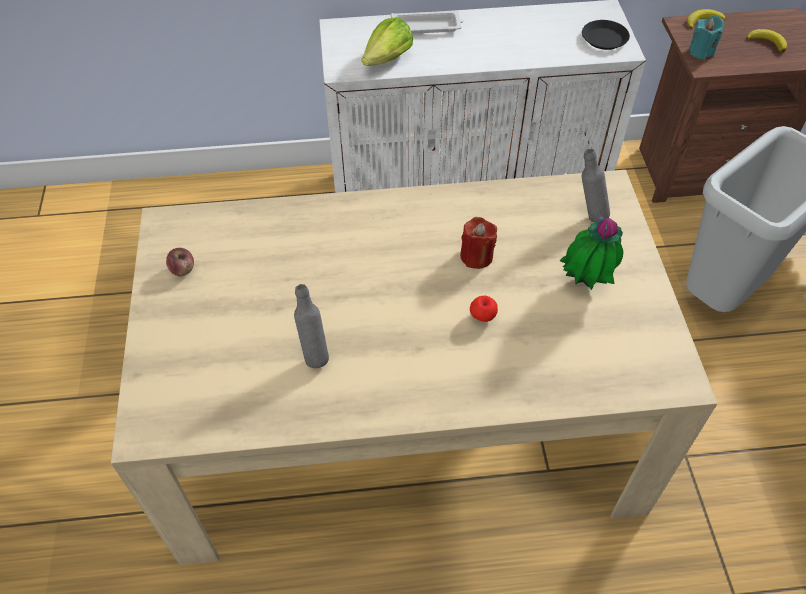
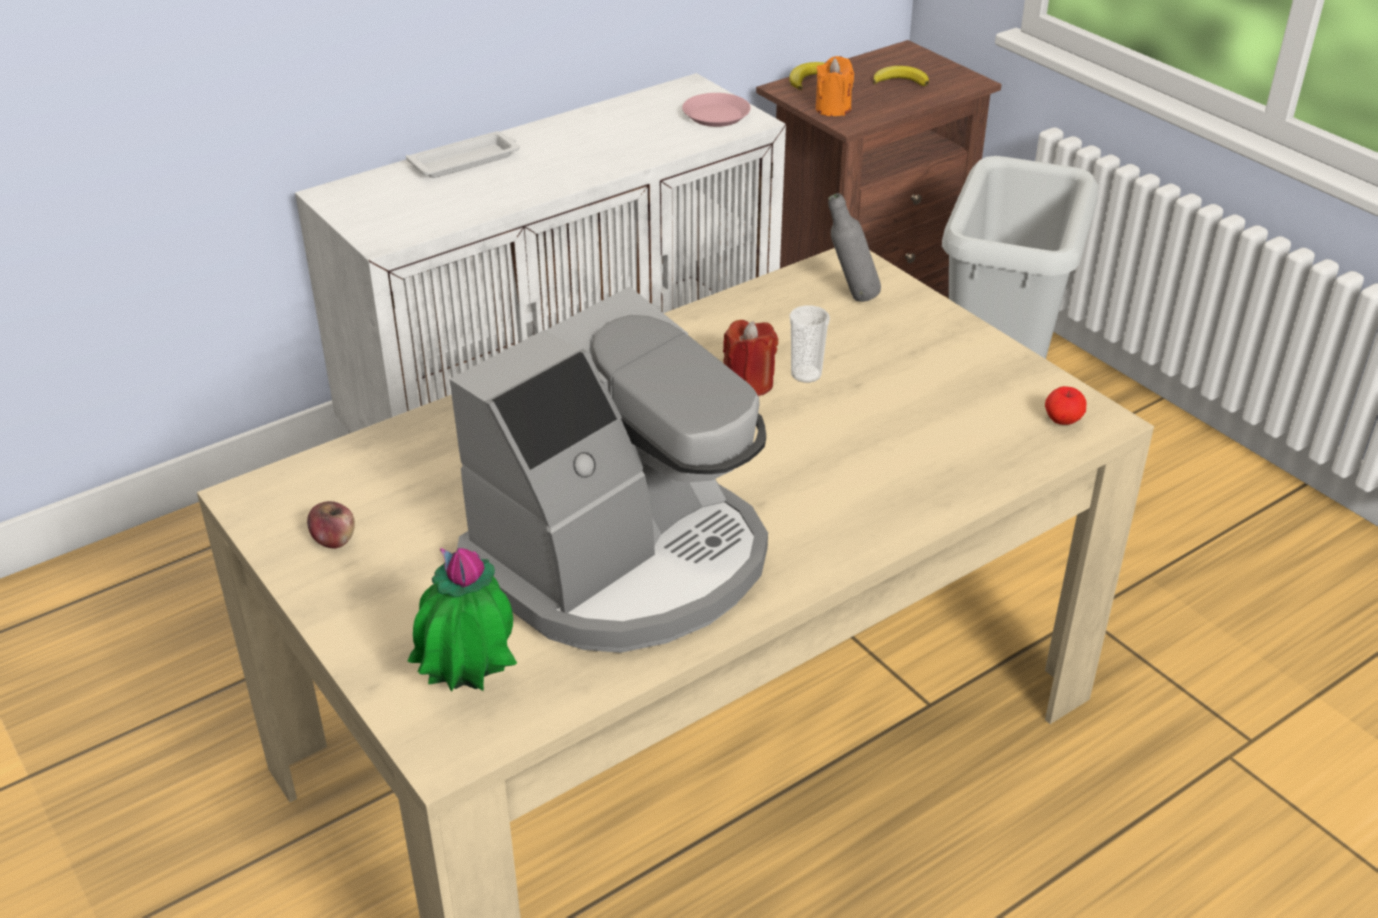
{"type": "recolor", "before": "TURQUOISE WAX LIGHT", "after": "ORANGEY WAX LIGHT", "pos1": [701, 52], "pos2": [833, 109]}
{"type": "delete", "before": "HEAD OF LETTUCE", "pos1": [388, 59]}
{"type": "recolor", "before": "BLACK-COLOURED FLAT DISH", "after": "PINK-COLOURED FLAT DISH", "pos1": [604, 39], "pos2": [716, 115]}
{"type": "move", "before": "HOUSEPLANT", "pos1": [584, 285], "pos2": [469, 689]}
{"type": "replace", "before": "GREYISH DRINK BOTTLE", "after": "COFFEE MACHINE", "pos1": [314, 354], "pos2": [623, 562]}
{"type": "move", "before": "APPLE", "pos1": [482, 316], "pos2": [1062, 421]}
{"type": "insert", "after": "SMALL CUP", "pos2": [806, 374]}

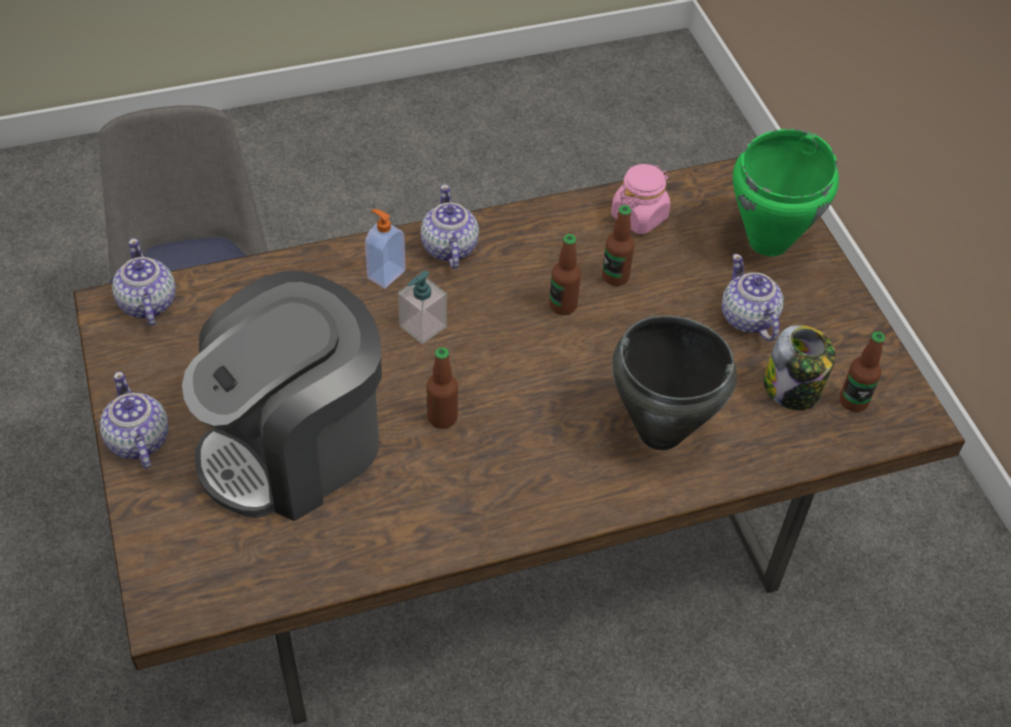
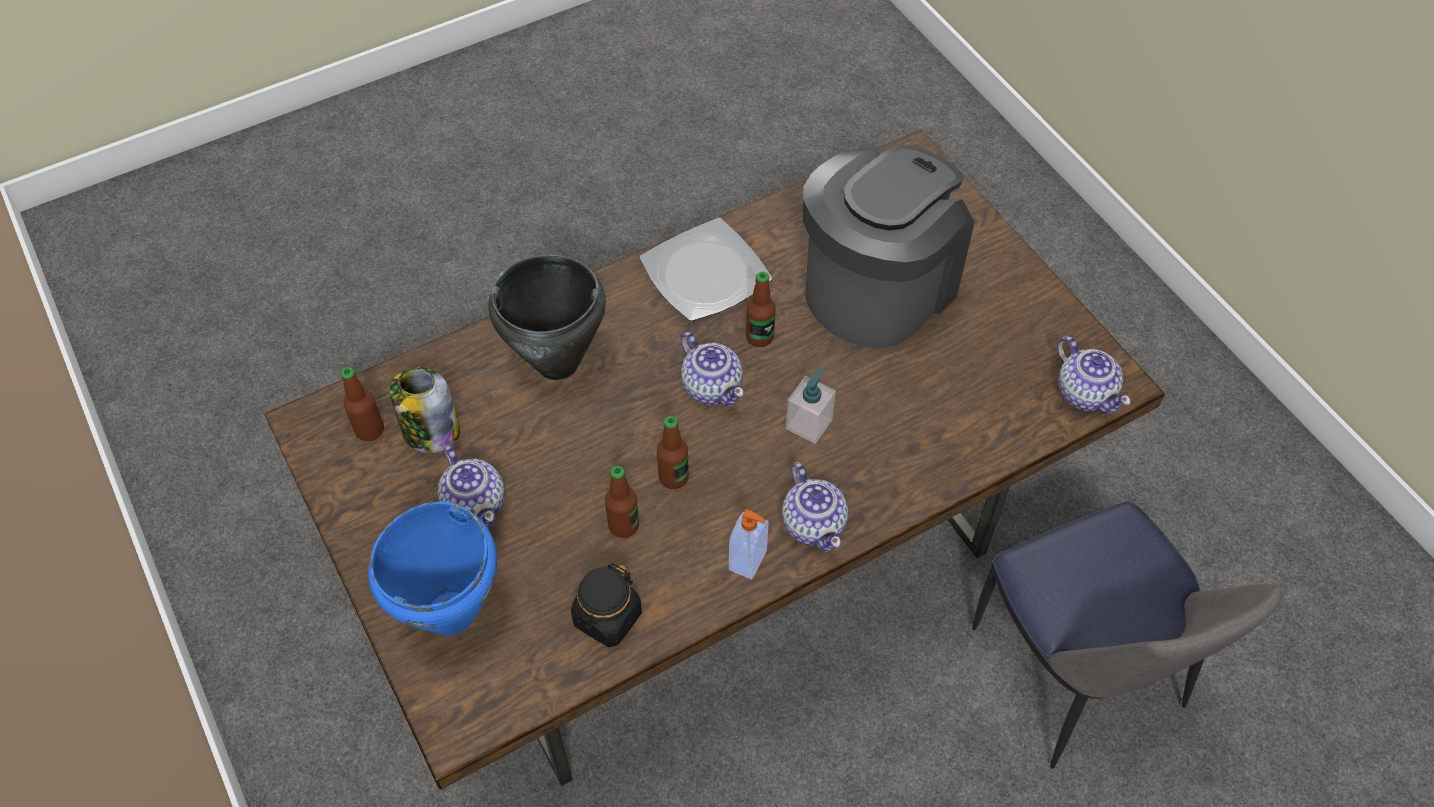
{"type": "recolor", "before": "GREEN COOKING POT", "after": "BLUE-COLOURED COOKING POT", "pos1": [769, 242], "pos2": [449, 614]}
{"type": "recolor", "before": "PINK-COLOURED PRESERVE JAR", "after": "BLACK-COLOURED PRESERVE JAR", "pos1": [639, 216], "pos2": [607, 618]}
{"type": "move", "before": "SOAP DISPENSER", "pos1": [385, 274], "pos2": [749, 561]}
{"type": "move", "before": "TEA POT", "pos1": [138, 441], "pos2": [712, 386]}
{"type": "insert", "after": "FLAT DISH", "pos2": [704, 273]}

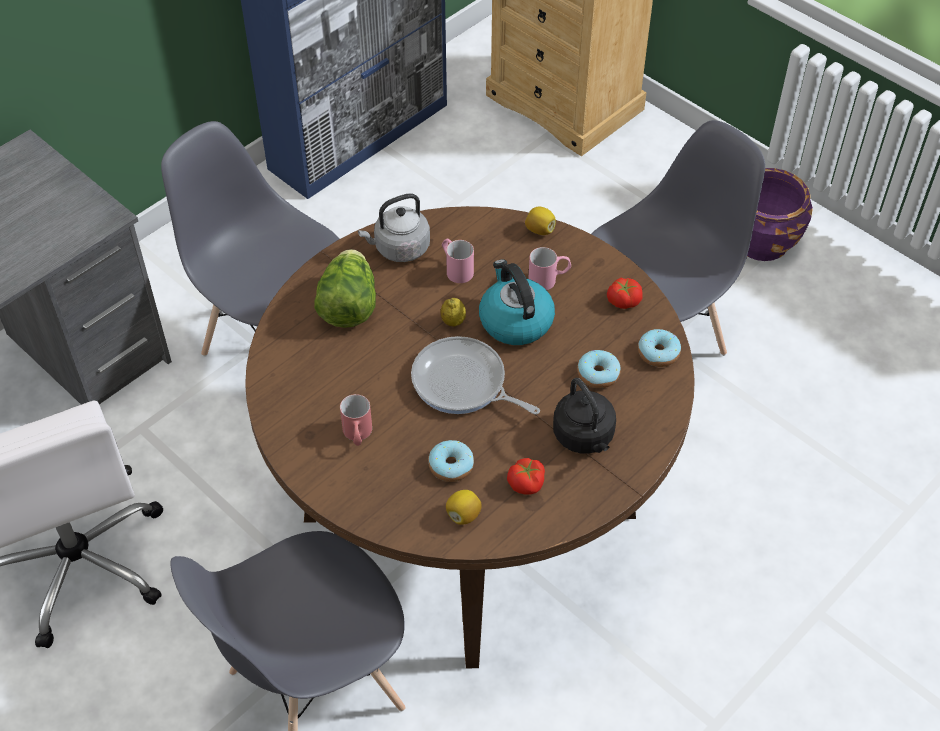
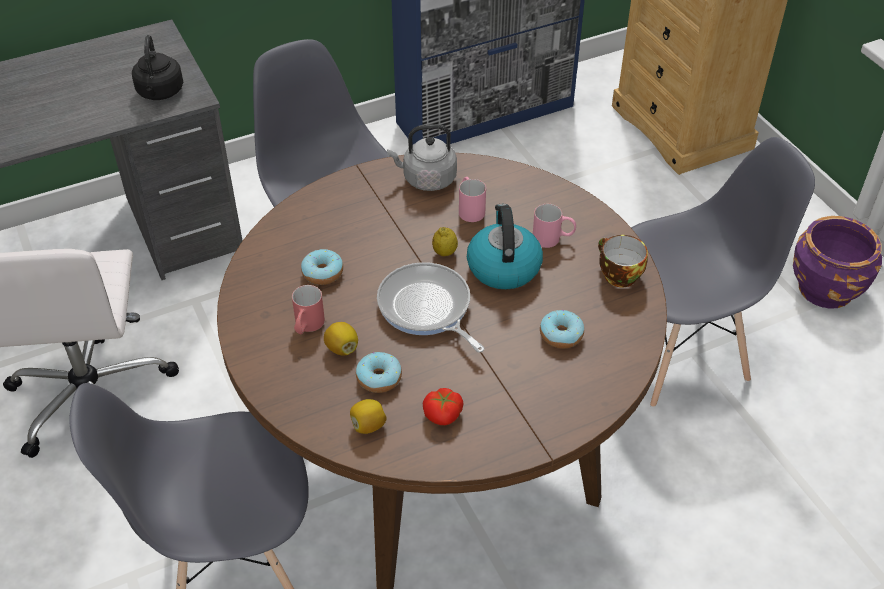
{"type": "move", "before": "WHOLE LEMON", "pos1": [539, 230], "pos2": [342, 348]}
{"type": "delete", "before": "HEAD OF LETTUCE", "pos1": [348, 306]}
{"type": "replace", "before": "TOMATO", "after": "SMALL CUP", "pos1": [623, 300], "pos2": [617, 275]}
{"type": "move", "before": "RING DOUGHNUT", "pos1": [658, 353], "pos2": [322, 273]}
{"type": "move", "before": "BLACK-COLOURED TEA KETTLE", "pos1": [585, 437], "pos2": [160, 93]}

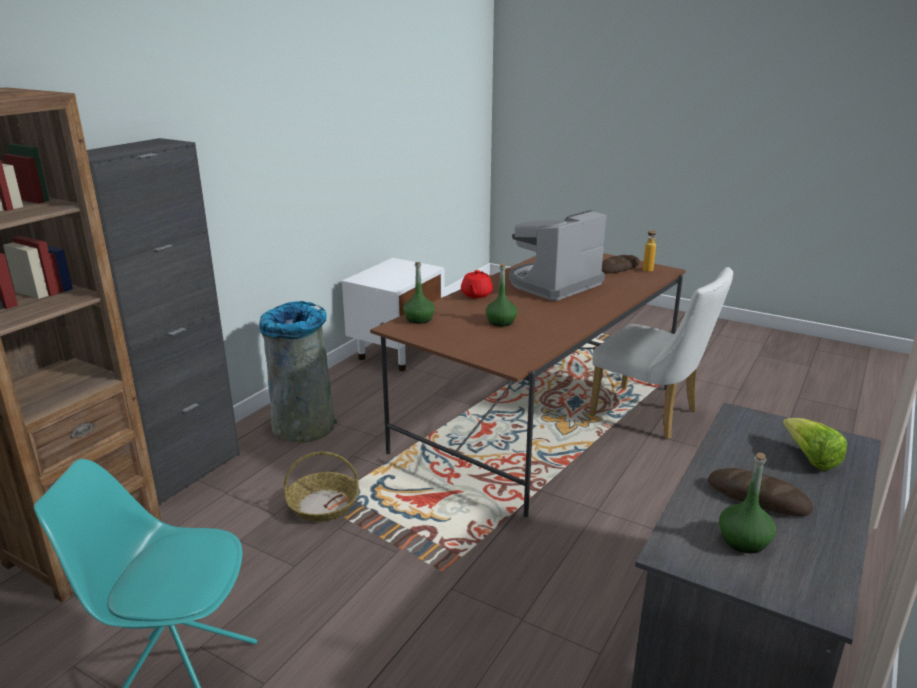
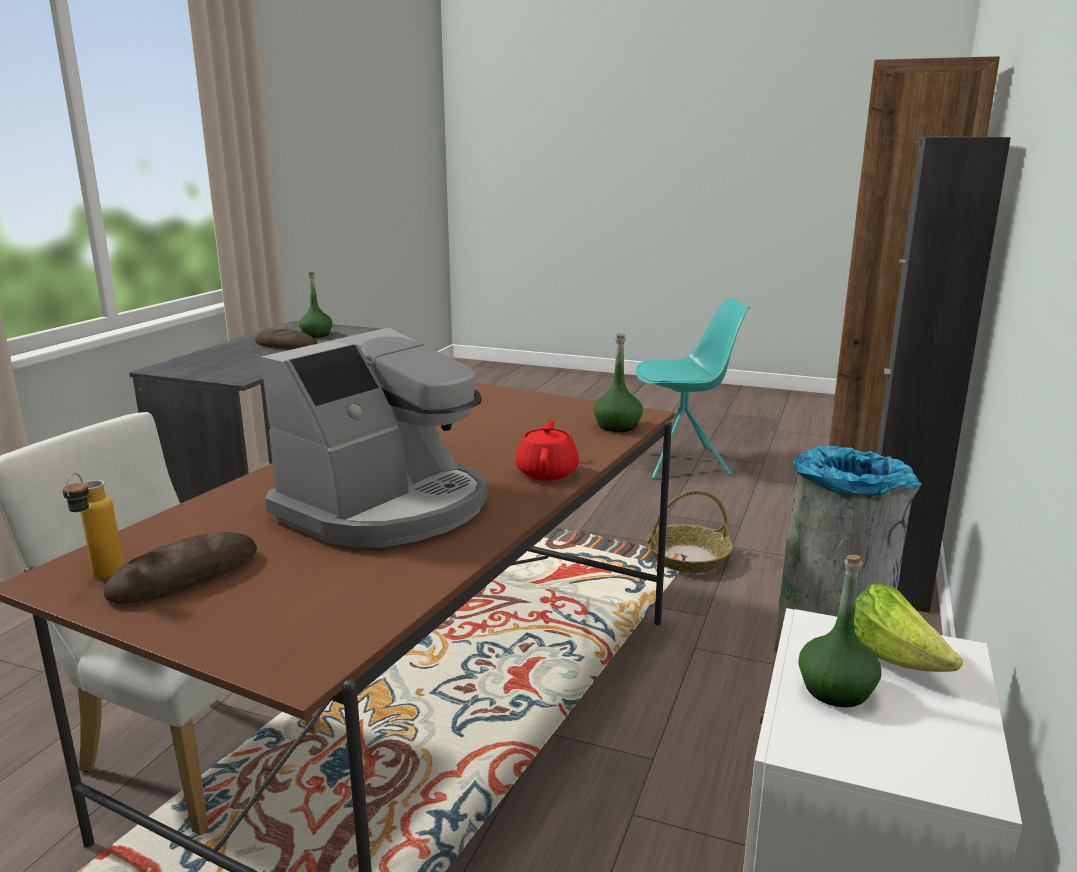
{"type": "move", "before": "GREEN DRINK BOTTLE", "pos1": [501, 322], "pos2": [835, 690]}
{"type": "move", "before": "HEAD OF LETTUCE", "pos1": [810, 459], "pos2": [893, 660]}

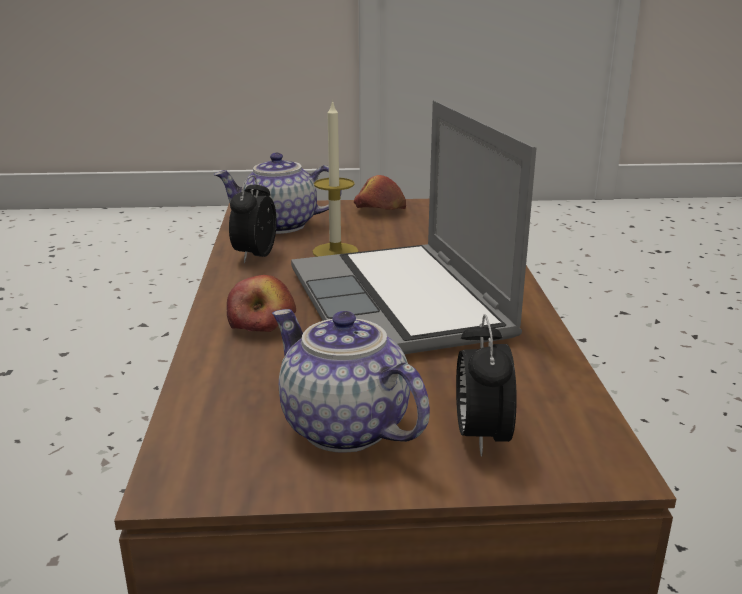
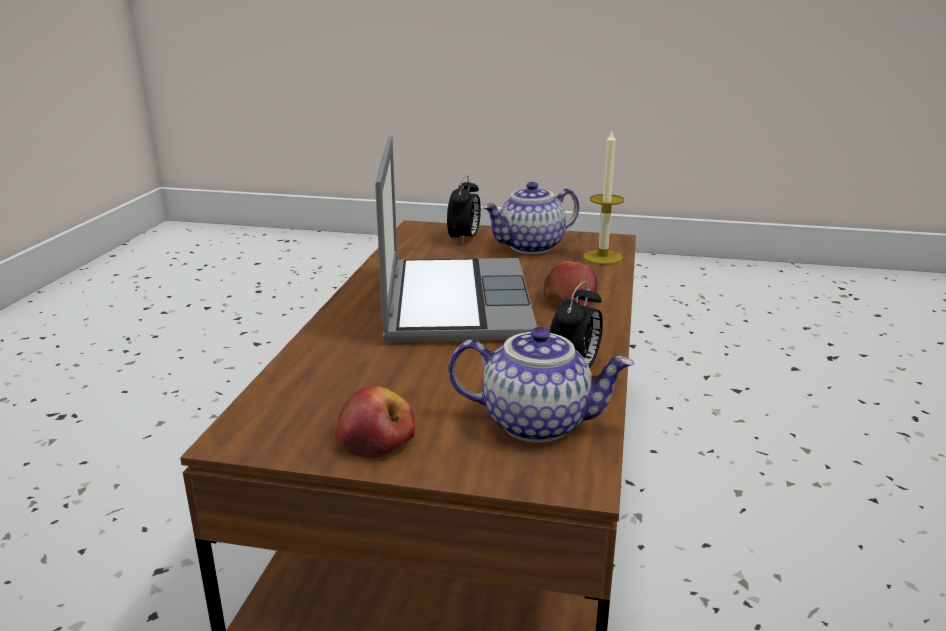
{"type": "move", "before": "WAX LIGHT", "pos1": [335, 251], "pos2": [602, 257]}
{"type": "rotate", "before": "TEA POT", "pos1": [341, 428], "pos2": [531, 247], "turn": 90}

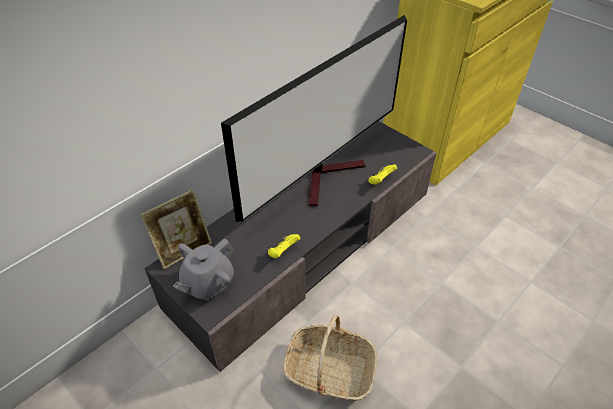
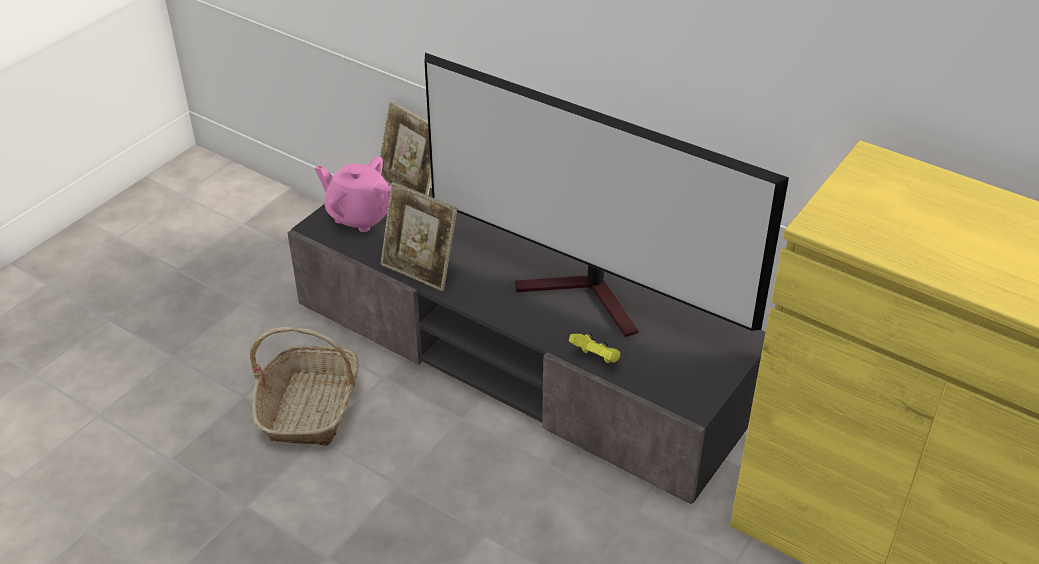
{"type": "replace", "before": "YELLOWISH JOYPAD", "after": "PHOTO FRAME", "pos1": [283, 252], "pos2": [420, 270]}
{"type": "recolor", "before": "GREYISH TEA POT", "after": "PINK-COLOURED TEA POT", "pos1": [208, 283], "pos2": [360, 216]}

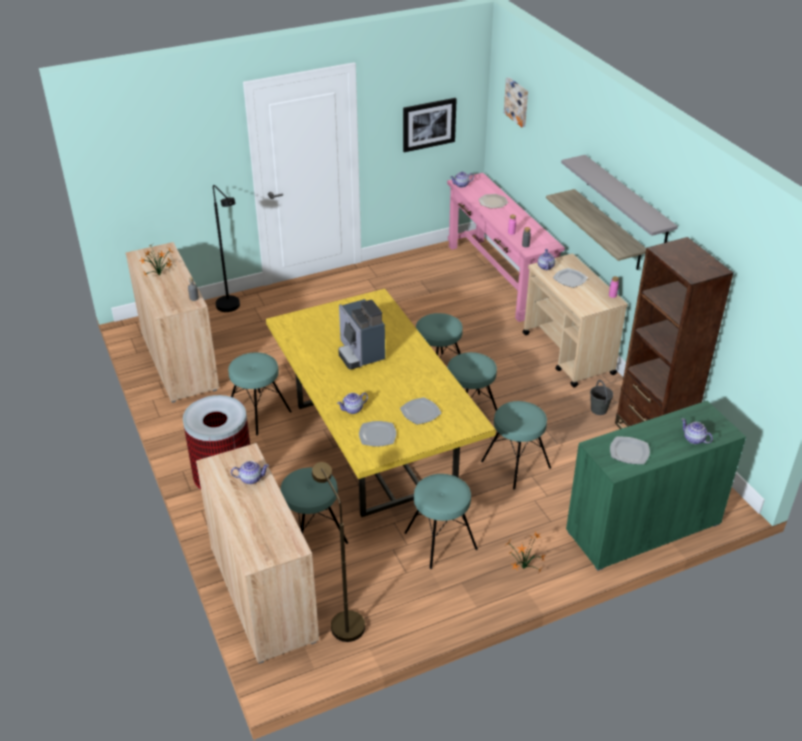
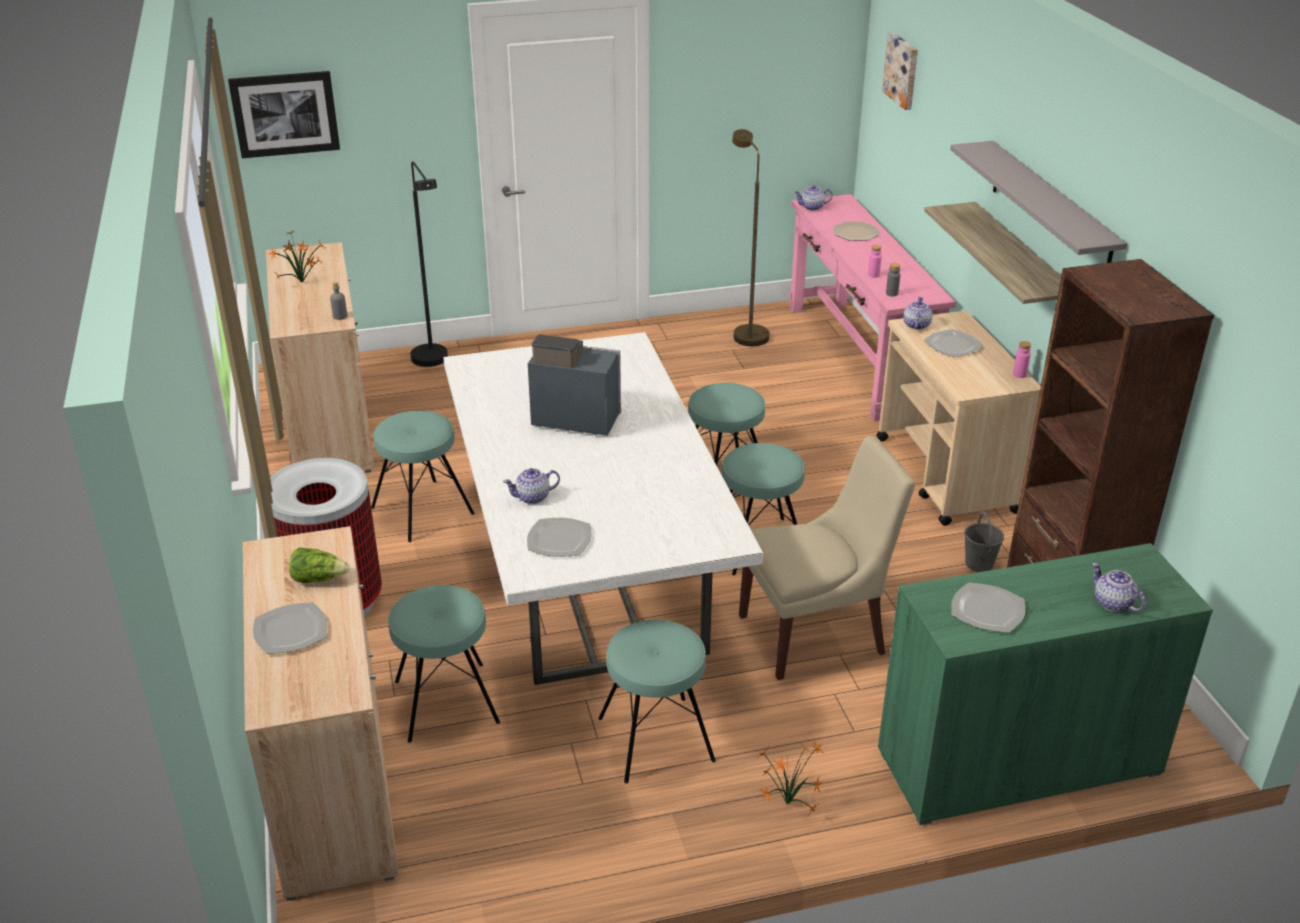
{"type": "move", "before": "WALL PICTURE", "pos1": [428, 124], "pos2": [285, 114]}
{"type": "recolor", "before": "YELLOWISH KITCHEN TABLE", "after": "WHITE-COLOURED KITCHEN TABLE", "pos1": [375, 446], "pos2": [590, 578]}
{"type": "rotate", "before": "COFFEE MACHINE", "pos1": [360, 353], "pos2": [574, 417], "turn": 120}
{"type": "move", "before": "FLAT DISH", "pos1": [420, 412], "pos2": [291, 630]}
{"type": "replace", "before": "TURQUOISE STOOL SEAT", "after": "BEIGE CHAIR", "pos1": [515, 464], "pos2": [816, 633]}
{"type": "replace", "before": "TEA POT", "after": "HEAD OF LETTUCE", "pos1": [250, 478], "pos2": [319, 578]}
{"type": "move", "before": "BROWNISH FLOOR LAMP", "pos1": [343, 620], "pos2": [746, 333]}

